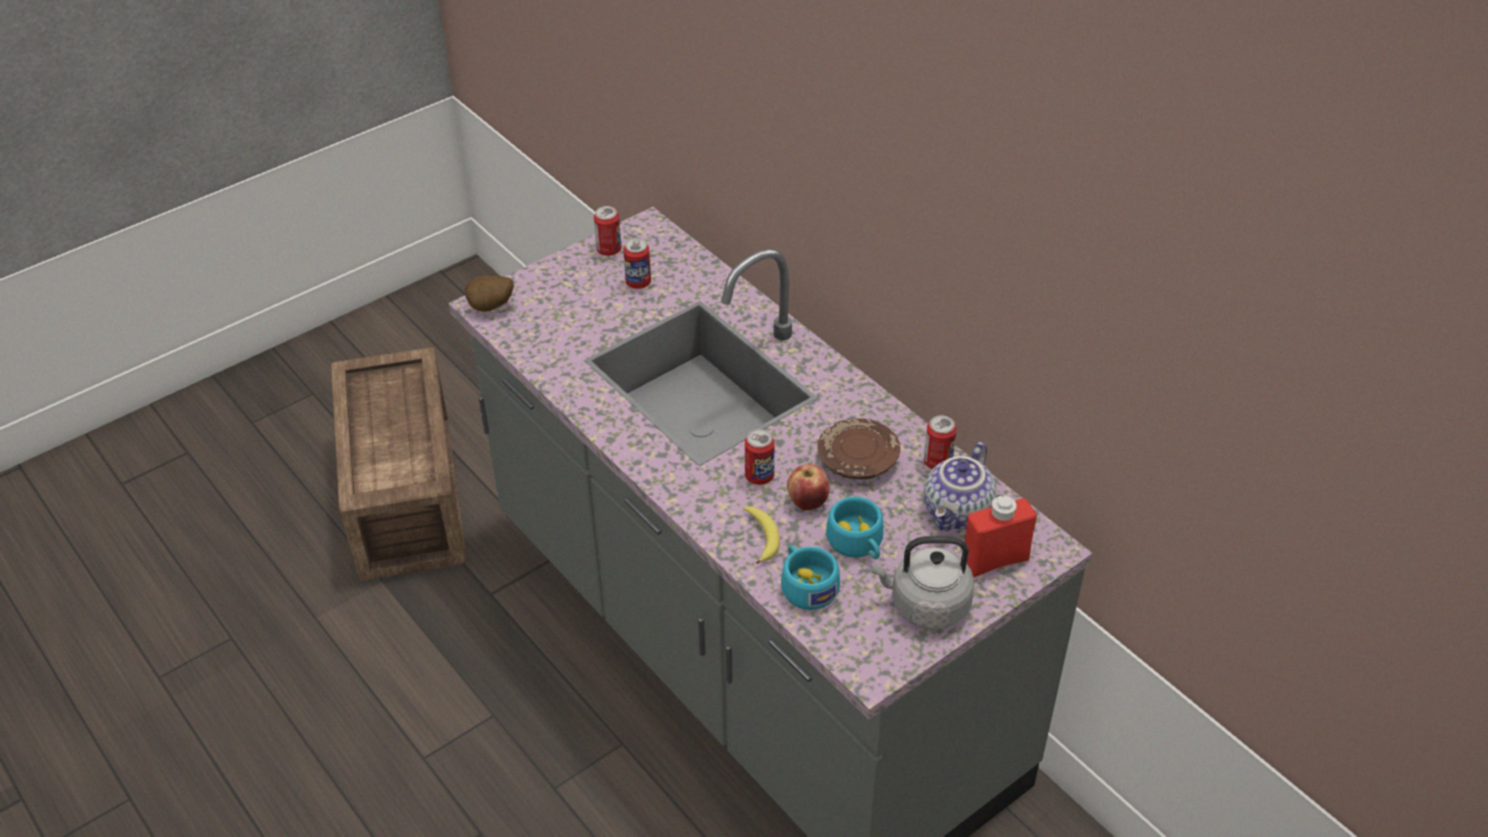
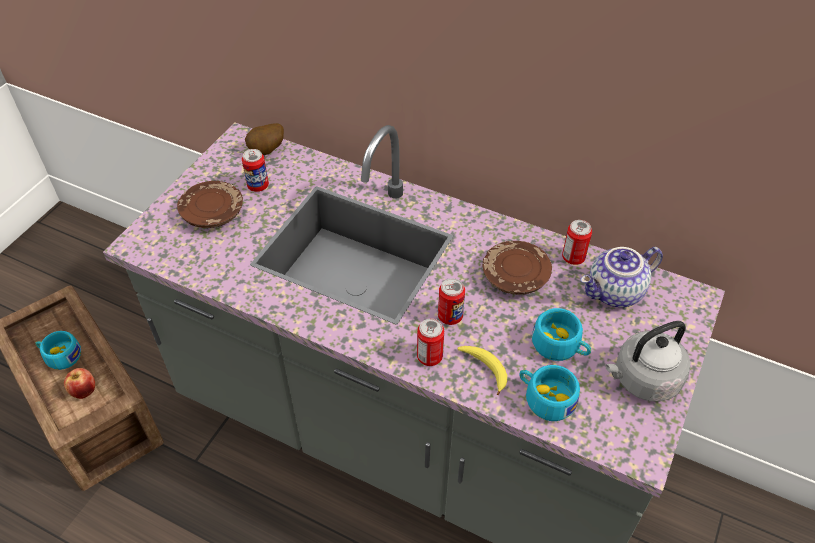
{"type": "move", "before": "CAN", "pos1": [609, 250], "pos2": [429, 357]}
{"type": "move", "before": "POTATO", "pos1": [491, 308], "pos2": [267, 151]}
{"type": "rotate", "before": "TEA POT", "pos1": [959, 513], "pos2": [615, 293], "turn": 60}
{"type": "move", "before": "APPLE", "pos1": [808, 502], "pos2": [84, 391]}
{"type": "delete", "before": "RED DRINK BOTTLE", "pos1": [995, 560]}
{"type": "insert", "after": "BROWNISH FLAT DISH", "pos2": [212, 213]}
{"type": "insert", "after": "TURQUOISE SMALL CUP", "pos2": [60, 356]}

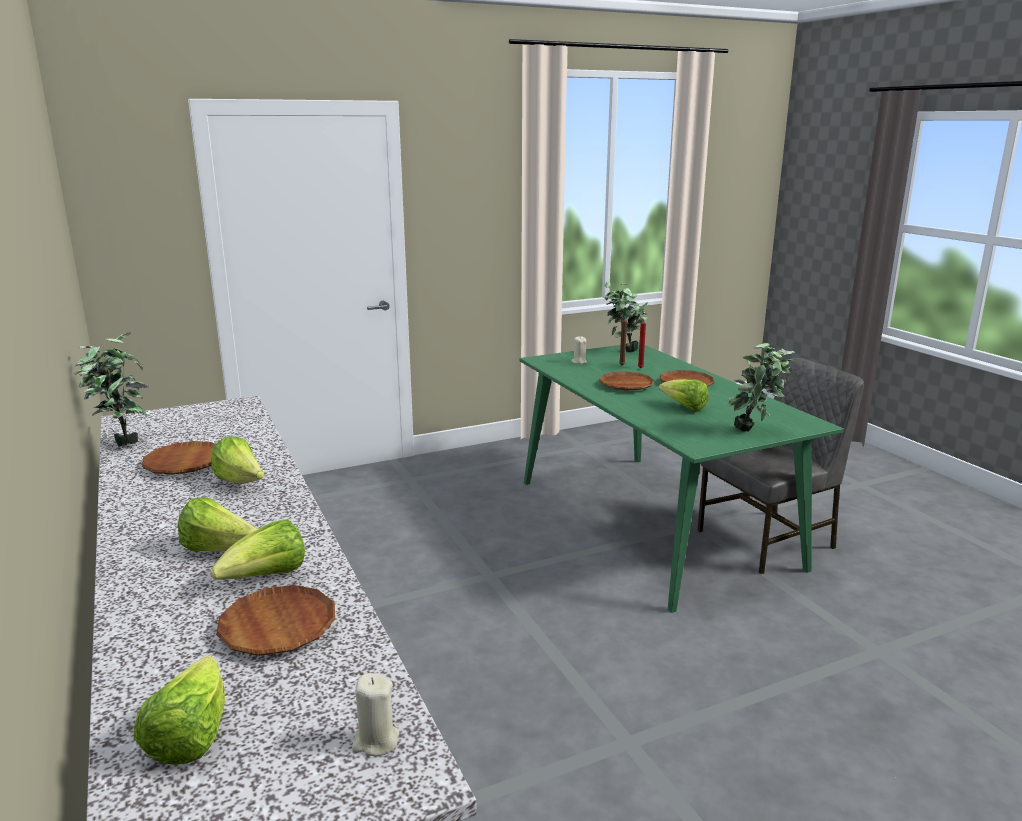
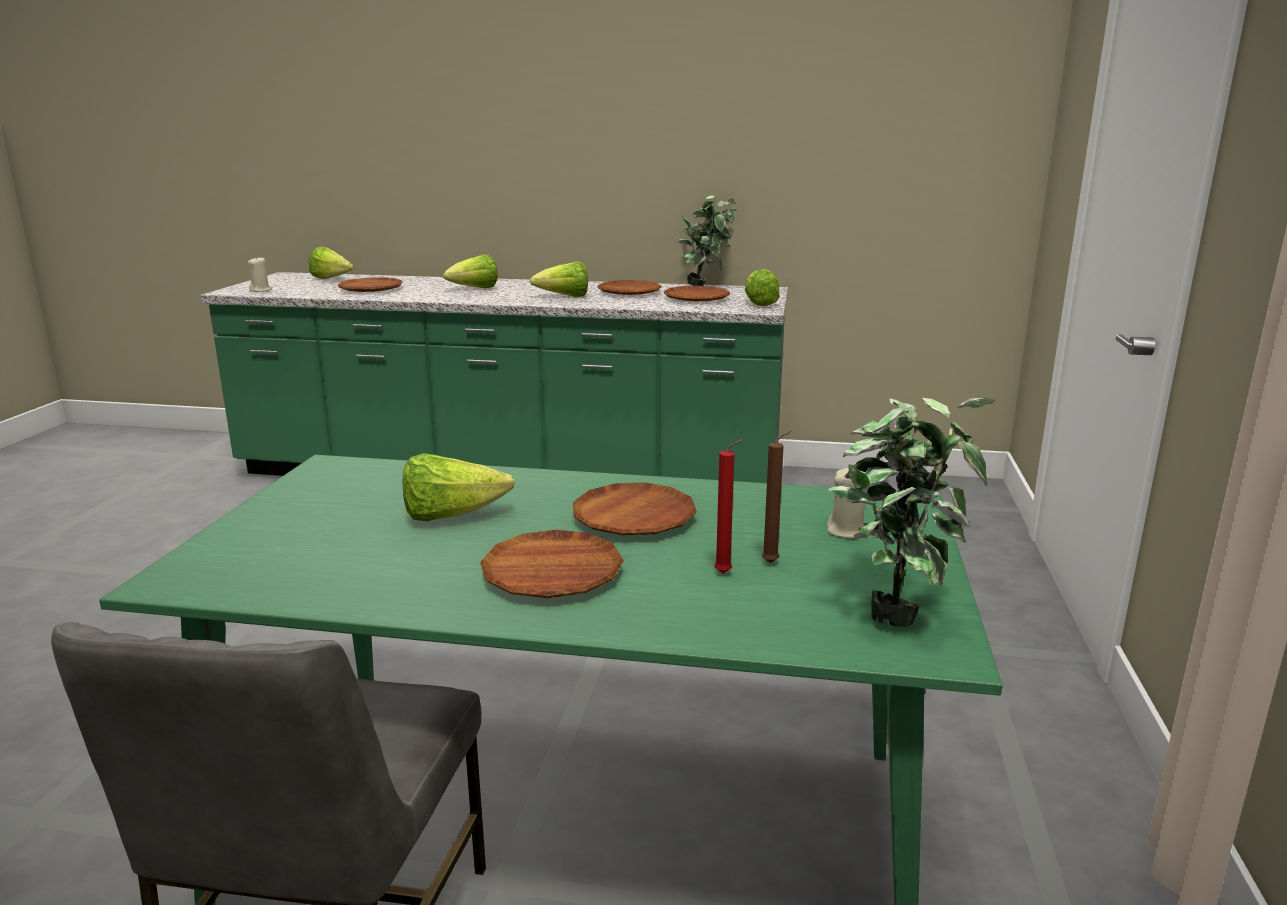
{"type": "delete", "before": "HOUSEPLANT", "pos1": [755, 432]}
{"type": "move", "before": "HEAD OF LETTUCE", "pos1": [266, 577], "pos2": [758, 303]}
{"type": "insert", "after": "BROWNISH FLAT DISH", "pos2": [696, 298]}

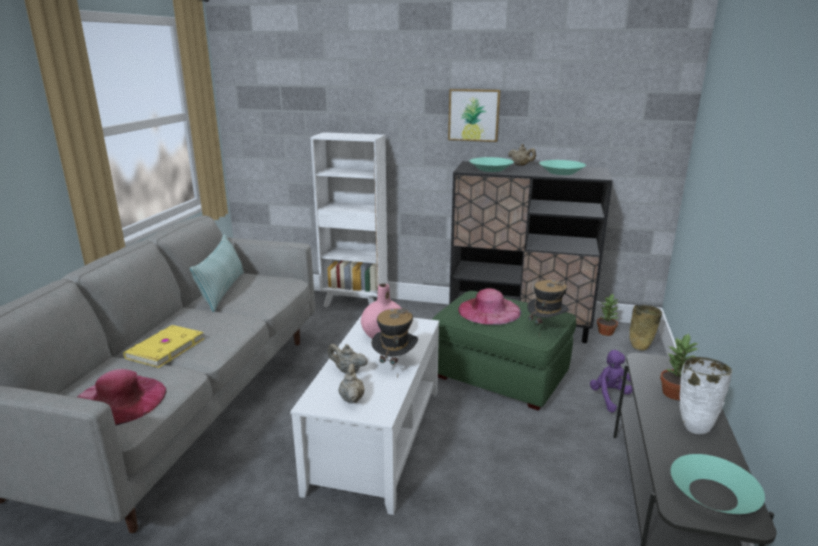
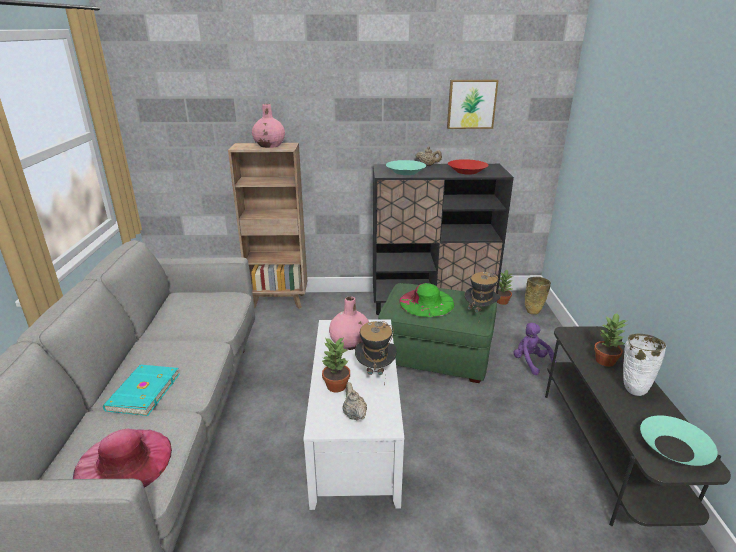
{"type": "move", "before": "WALL PICTURE", "pos1": [474, 115], "pos2": [471, 104]}
{"type": "recolor", "before": "WHITE-COLOURED BOOKCASE", "after": "BROWNISH BOOKCASE", "pos1": [355, 303], "pos2": [279, 301]}
{"type": "recolor", "before": "TURQUOISE BOWL", "after": "RED BOWL", "pos1": [561, 172], "pos2": [467, 171]}
{"type": "delete", "before": "THROW PILLOW", "pos1": [222, 291]}
{"type": "recolor", "before": "PINK-COLOURED CLOTHING HAT", "after": "GREEN CLOTHING HAT", "pos1": [489, 310], "pos2": [426, 302]}
{"type": "recolor", "before": "YELLOWISH BOOK", "after": "TURQUOISE BOOK", "pos1": [164, 348], "pos2": [142, 392]}
{"type": "replace", "before": "BEIGE TEA POT", "after": "HOUSEPLANT", "pos1": [347, 371], "pos2": [336, 386]}
{"type": "insert", "after": "PINK-COLOURED VASE", "pos2": [270, 145]}

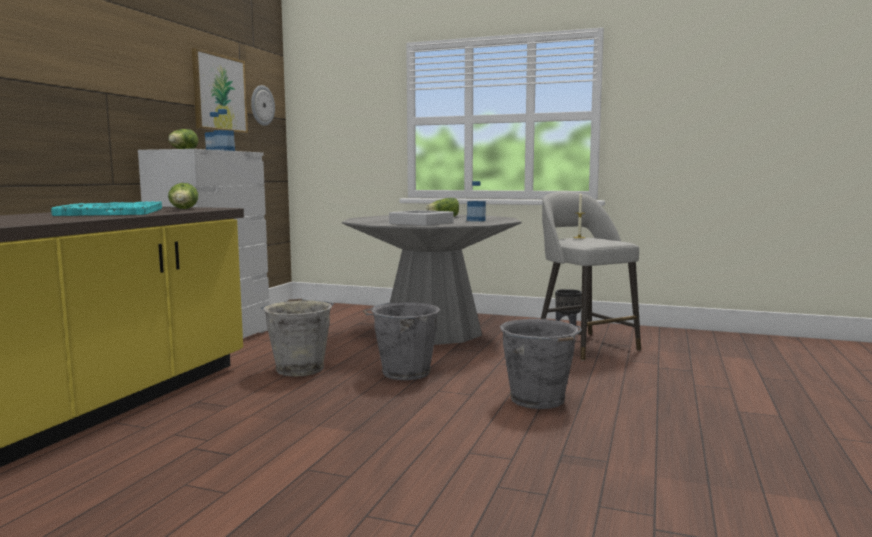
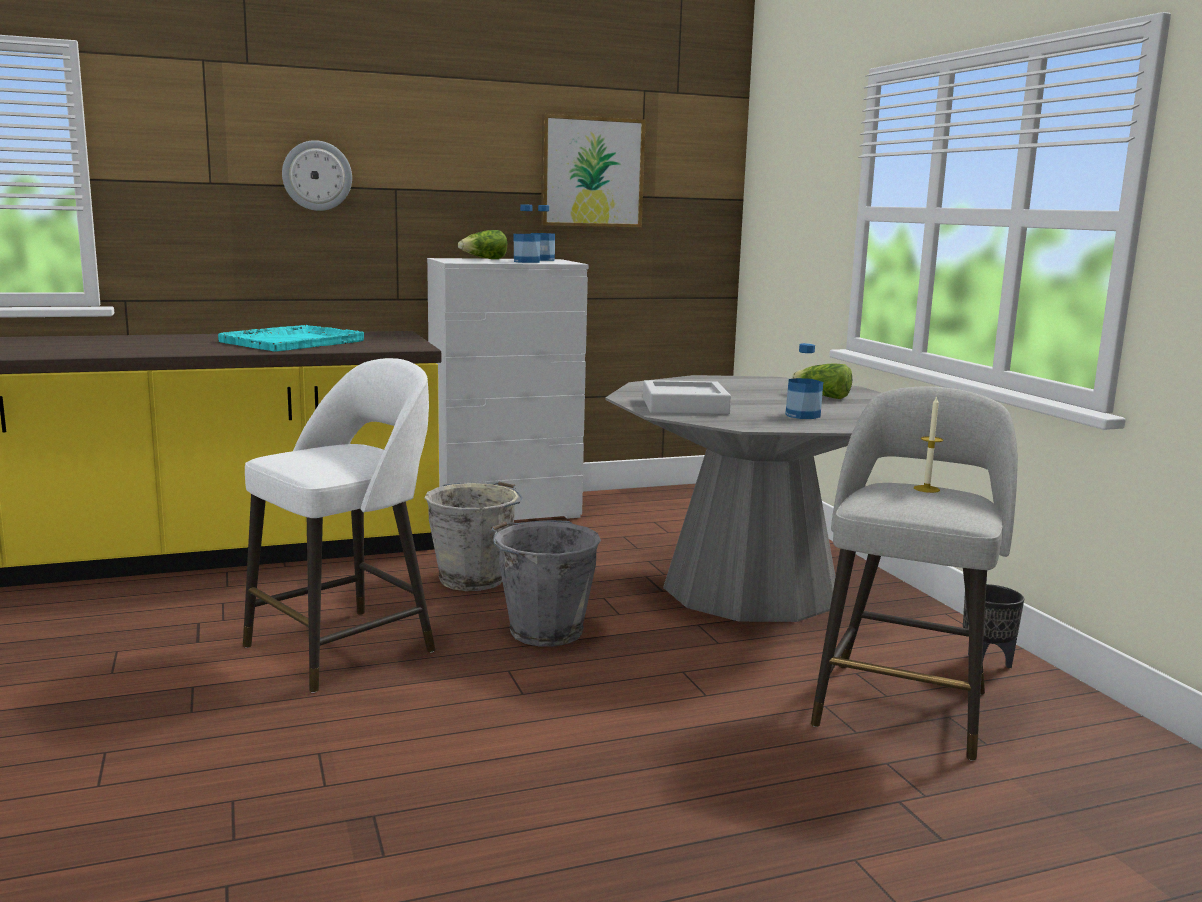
{"type": "move", "before": "WALL CLOCK", "pos1": [262, 105], "pos2": [317, 175]}
{"type": "delete", "before": "HEAD OF LETTUCE", "pos1": [184, 209]}
{"type": "delete", "before": "GREYISH BUCKET", "pos1": [538, 400]}
{"type": "insert", "after": "WHITE-COLOURED STOOL SEAT", "pos2": [345, 647]}

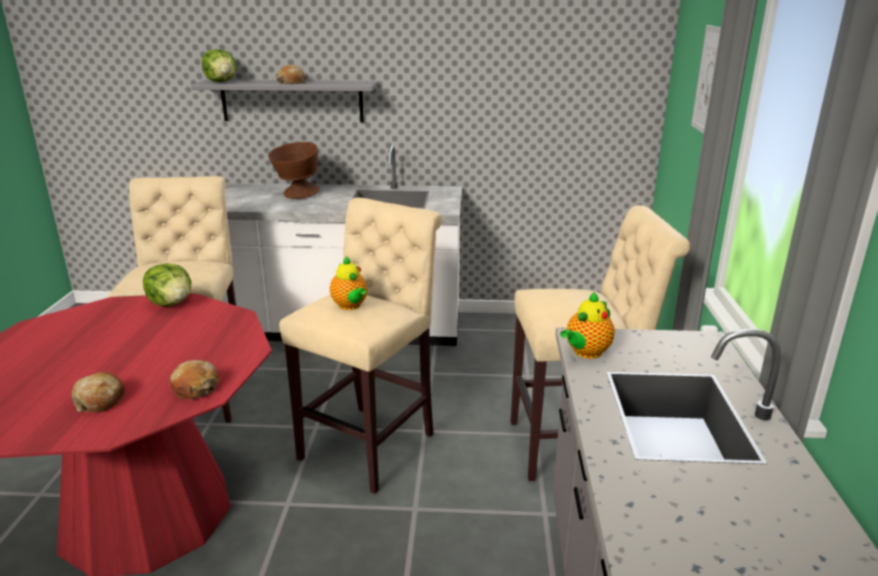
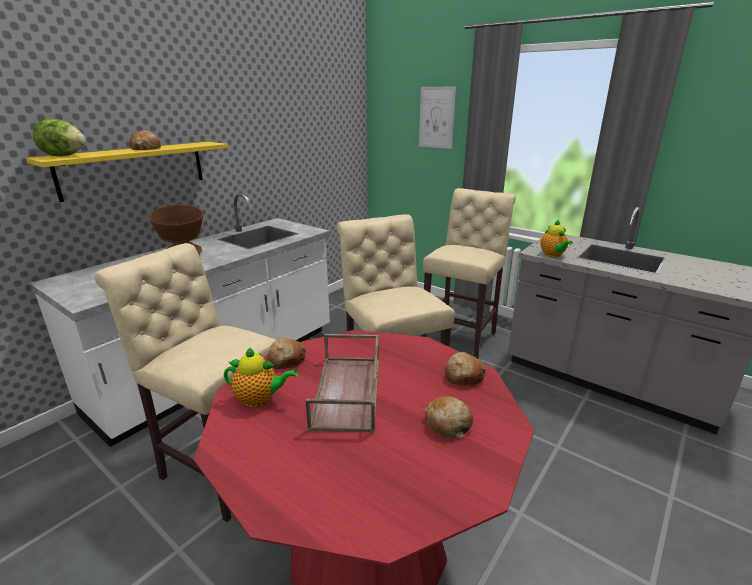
{"type": "recolor", "before": "GREYISH WALL SHELF", "after": "YELLOWISH WALL SHELF", "pos1": [292, 101], "pos2": [134, 169]}
{"type": "move", "before": "TEA POT", "pos1": [350, 306], "pos2": [260, 399]}
{"type": "replace", "before": "HEAD OF LETTUCE", "after": "BREAD", "pos1": [172, 303], "pos2": [286, 360]}
{"type": "insert", "after": "BROWNISH SERVING TRAY", "pos2": [348, 392]}

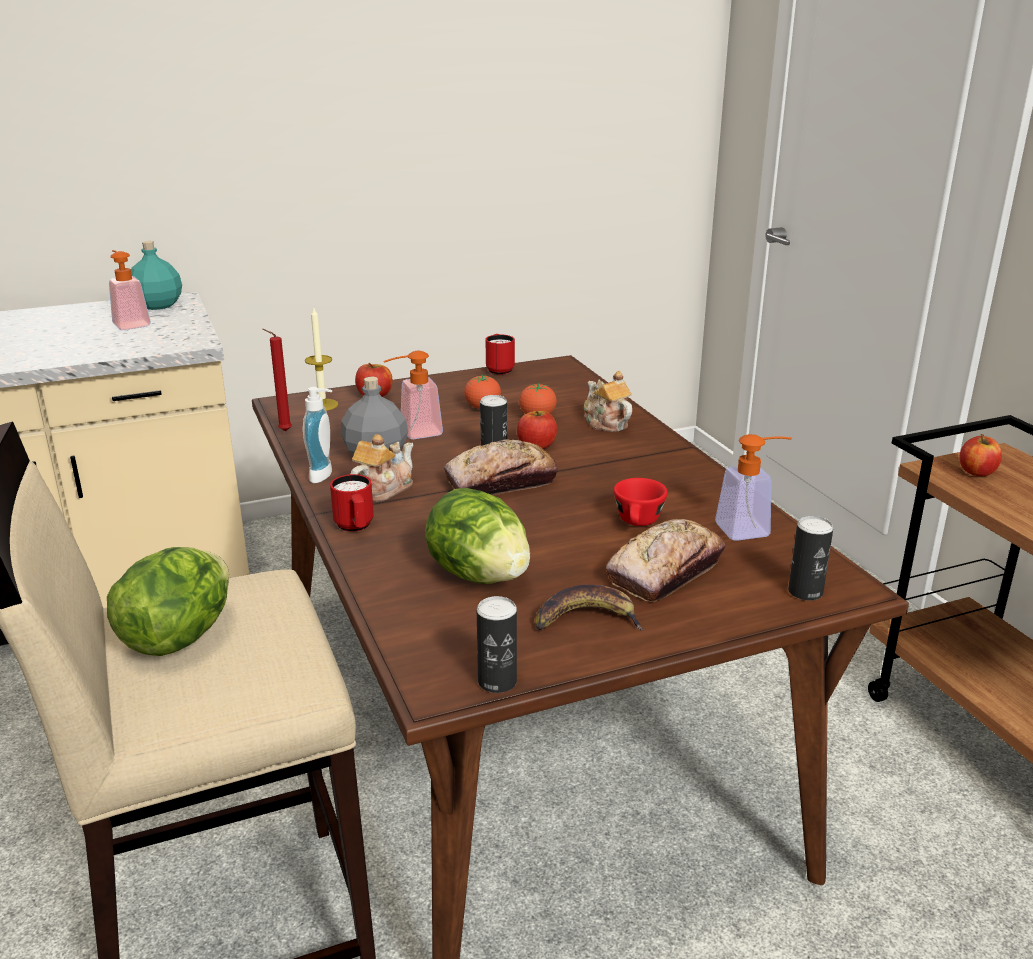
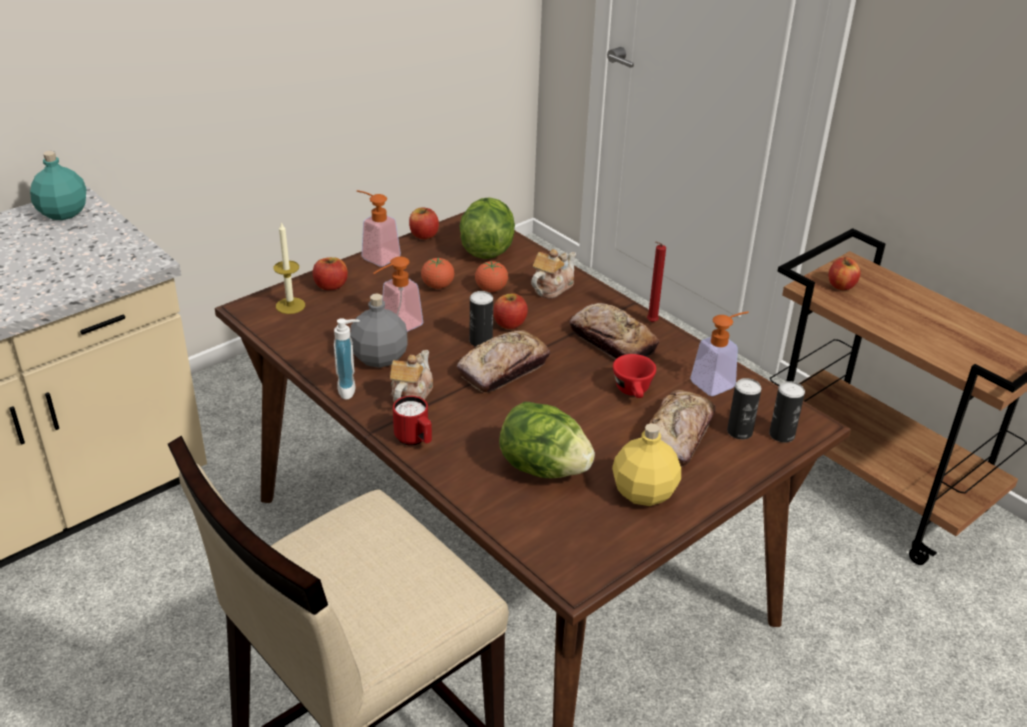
{"type": "move", "before": "SOAP DISPENSER", "pos1": [130, 323], "pos2": [376, 255]}
{"type": "move", "before": "RED WAX LIGHT", "pos1": [283, 431], "pos2": [650, 323]}
{"type": "replace", "before": "RED COFFEE MUG", "after": "APPLE", "pos1": [499, 369], "pos2": [424, 235]}
{"type": "rotate", "before": "TEA POT", "pos1": [605, 423], "pos2": [552, 287], "turn": 90}
{"type": "move", "before": "HEAD OF LETTUCE", "pos1": [179, 637], "pos2": [487, 249]}
{"type": "replace", "before": "WHOLE BANANA", "after": "YELLOWISH DRINK BOTTLE", "pos1": [586, 619], "pos2": [644, 492]}
{"type": "move", "before": "CAN", "pos1": [497, 681], "pos2": [739, 432]}
{"type": "insert", "after": "BREAD", "pos2": [612, 342]}

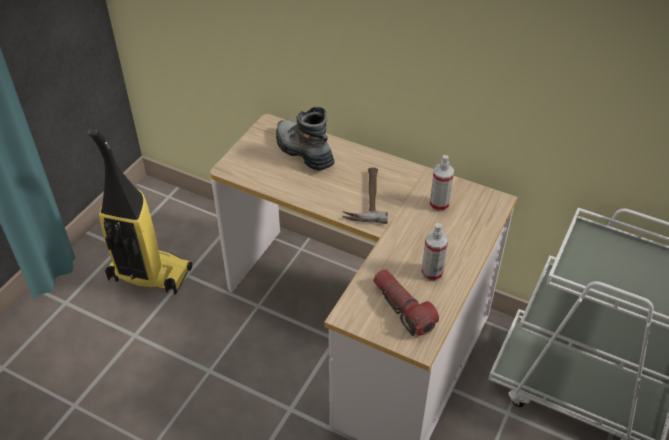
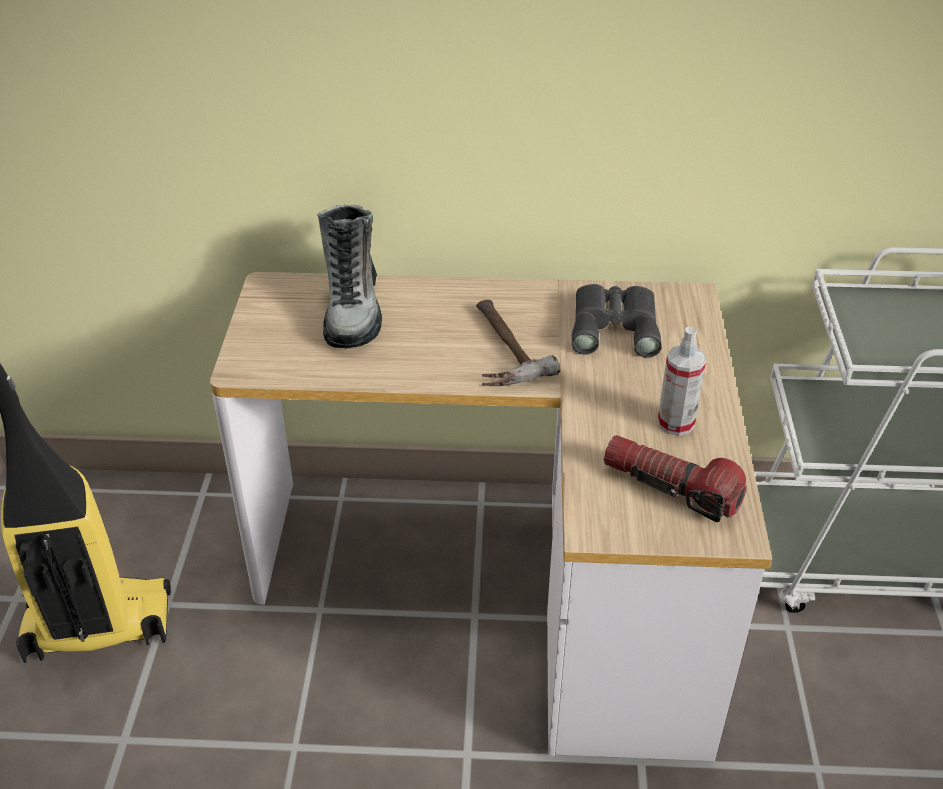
{"type": "rotate", "before": "BOOT", "pos1": [303, 152], "pos2": [353, 310], "turn": -120}
{"type": "replace", "before": "SPRAY BOTTLE", "after": "GREYISH BINOCULARS", "pos1": [439, 204], "pos2": [615, 325]}

